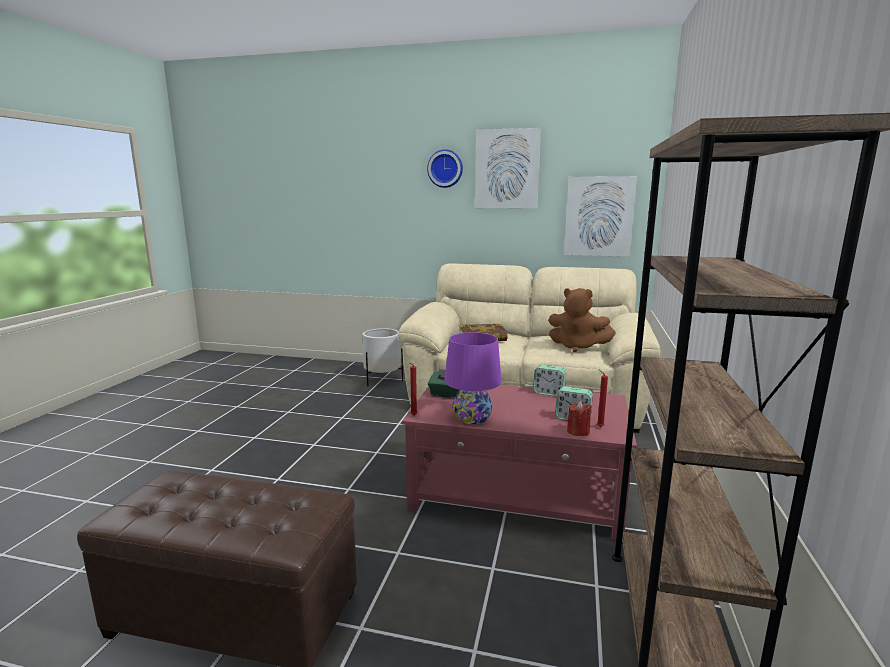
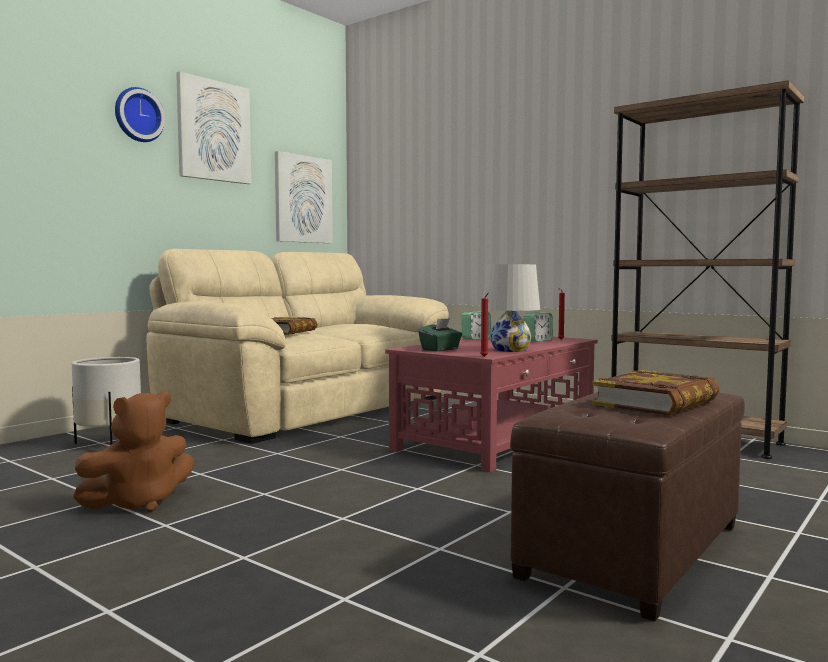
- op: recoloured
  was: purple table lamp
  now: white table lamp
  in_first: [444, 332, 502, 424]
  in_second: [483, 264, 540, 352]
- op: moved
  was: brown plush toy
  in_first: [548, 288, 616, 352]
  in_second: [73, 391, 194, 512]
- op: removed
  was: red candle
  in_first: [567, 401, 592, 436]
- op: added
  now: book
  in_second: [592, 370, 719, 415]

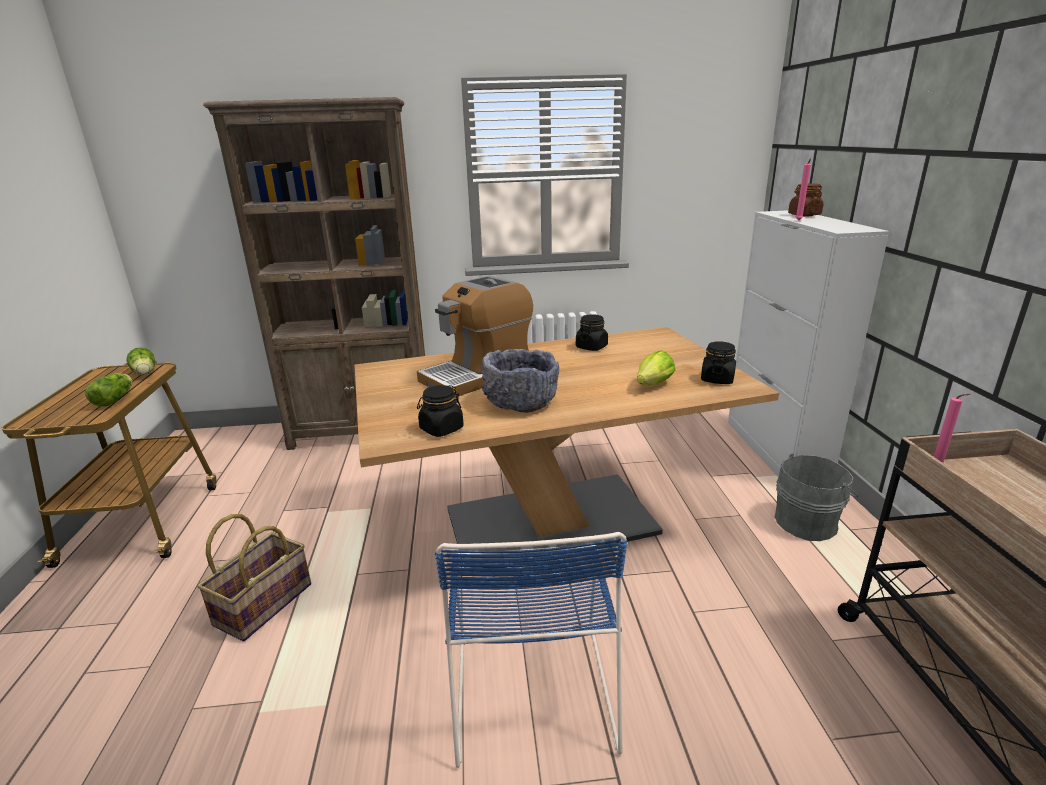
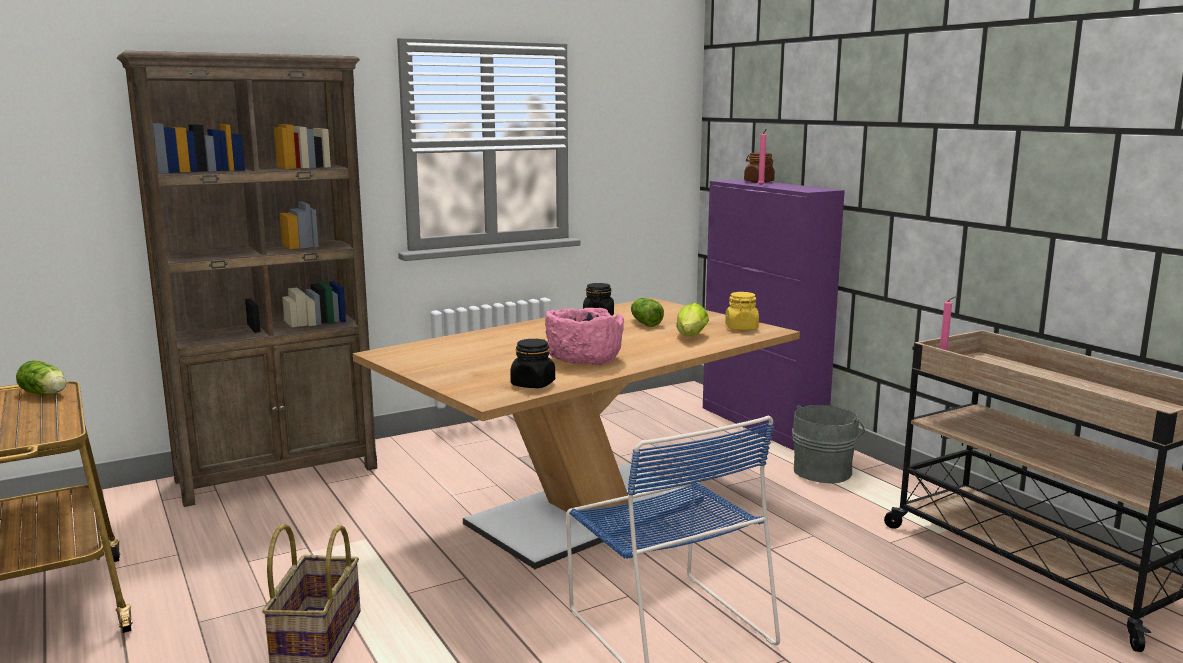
- op: moved
  was: lettuce
  in_first: [85, 373, 132, 407]
  in_second: [631, 298, 664, 327]
- op: removed
  was: coffee machine
  in_first: [417, 276, 533, 397]
- op: recoloured
  was: grey bowl
  now: pink bowl
  in_first: [482, 349, 559, 413]
  in_second: [545, 308, 624, 365]
- op: recoloured
  was: black jar
  now: yellow jar
  in_first: [701, 341, 736, 384]
  in_second: [725, 292, 759, 331]
- op: recoloured
  was: white cabinet
  now: purple cabinet
  in_first: [728, 210, 890, 477]
  in_second: [703, 179, 845, 450]

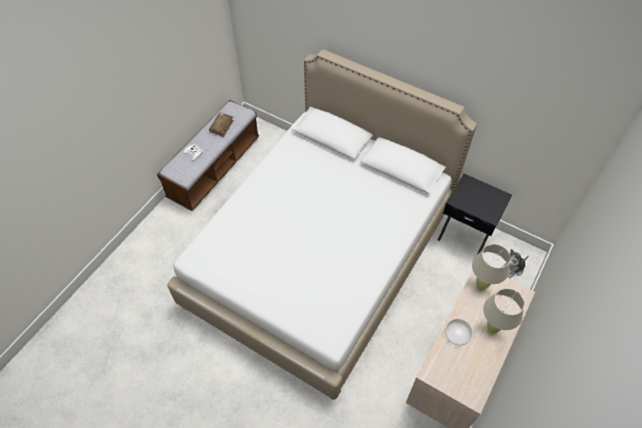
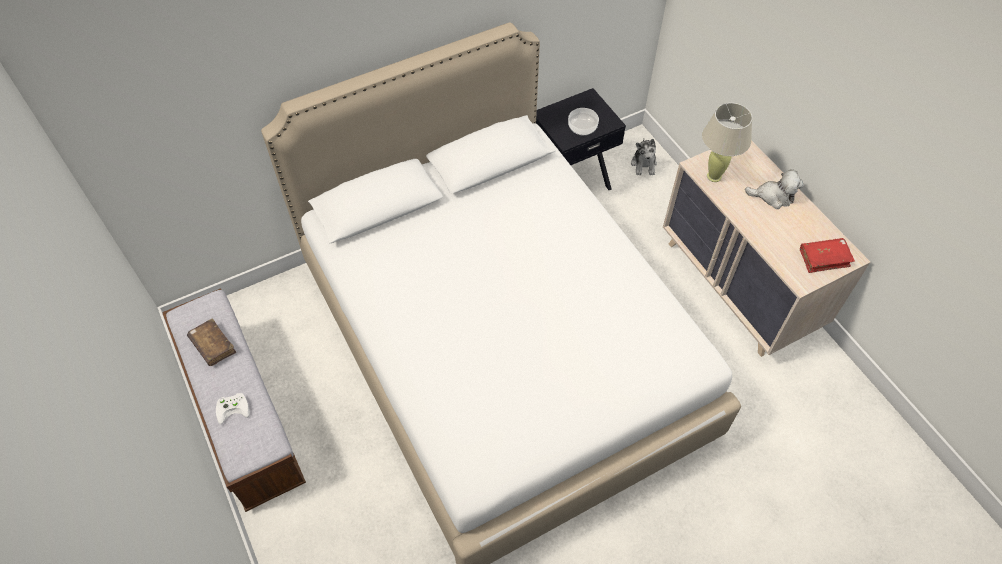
- op: moved
  was: bowl
  in_first: [445, 319, 473, 346]
  in_second: [568, 108, 599, 135]
- op: replaced
  was: beige table lamp
  now: plush toy
  in_first: [483, 288, 524, 336]
  in_second: [745, 169, 804, 209]
- op: added
  now: red book
  in_second: [800, 238, 855, 273]

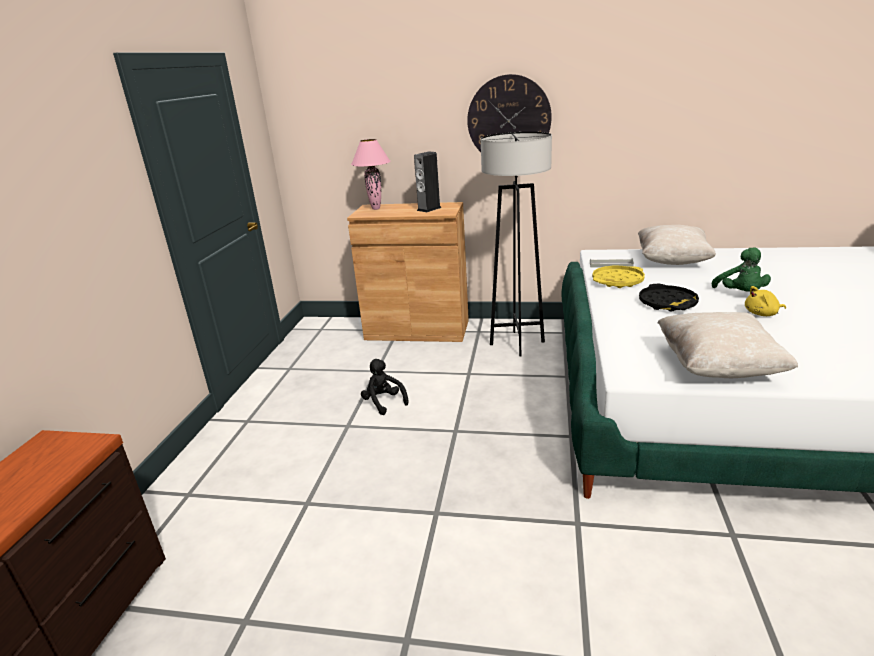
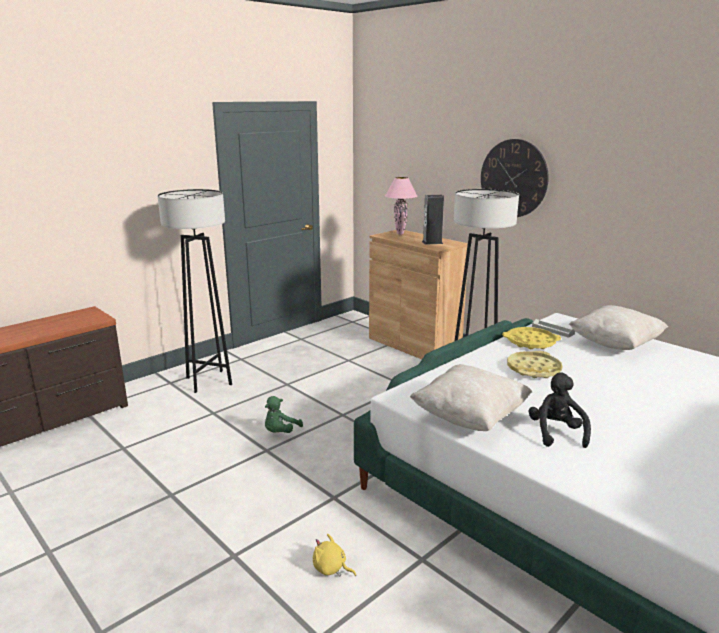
- op: moved
  was: black plush toy
  in_first: [361, 359, 409, 415]
  in_second: [529, 372, 591, 448]
- op: recoloured
  was: black tray
  now: yellow tray
  in_first: [639, 284, 699, 312]
  in_second: [507, 351, 562, 378]
- op: moved
  was: green plush toy
  in_first: [712, 247, 771, 292]
  in_second: [265, 396, 303, 433]
- op: moved
  was: yellow plush toy
  in_first: [745, 286, 786, 316]
  in_second: [313, 534, 356, 577]
- op: added
  now: grey floor lamp
  in_second: [157, 189, 232, 393]

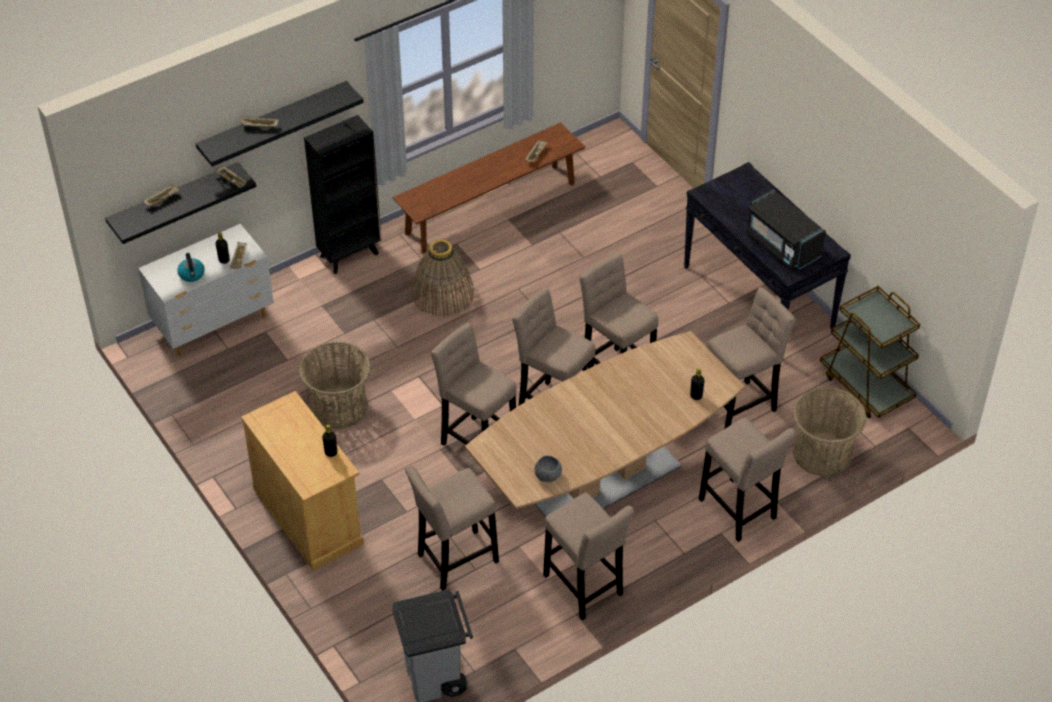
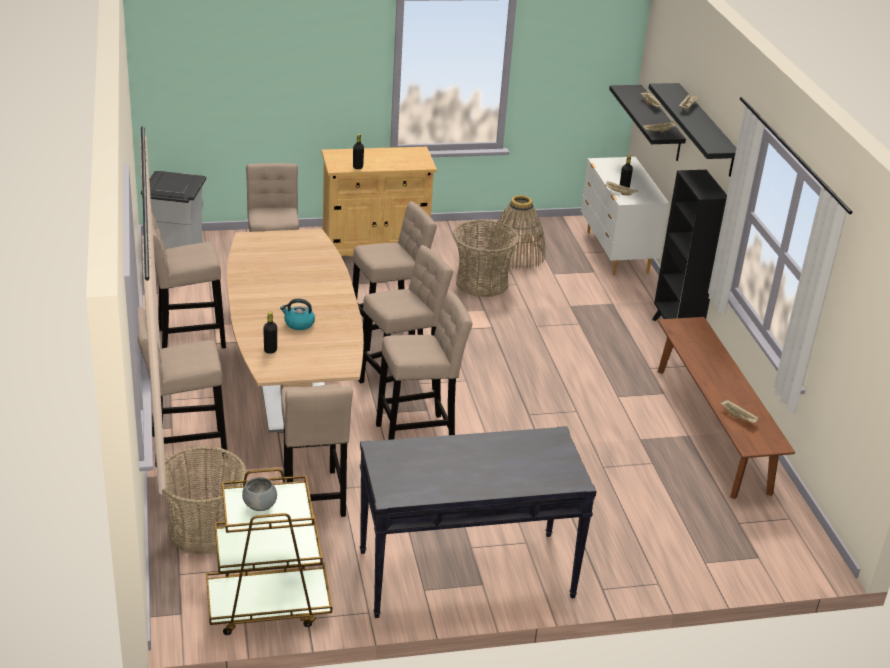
- op: moved
  was: kettle
  in_first: [177, 253, 204, 282]
  in_second: [280, 299, 315, 330]
- op: moved
  was: basket
  in_first: [412, 240, 474, 317]
  in_second: [489, 195, 545, 270]
- op: moved
  was: grey bowl
  in_first: [535, 456, 562, 482]
  in_second: [242, 477, 277, 511]
- op: removed
  was: black microwave
  in_first: [746, 189, 826, 269]

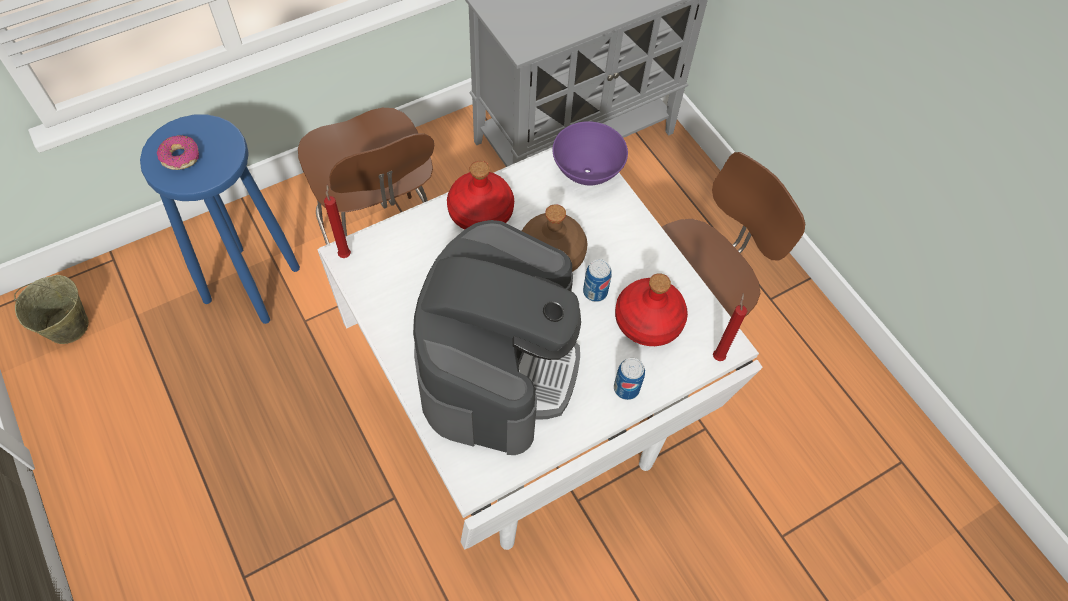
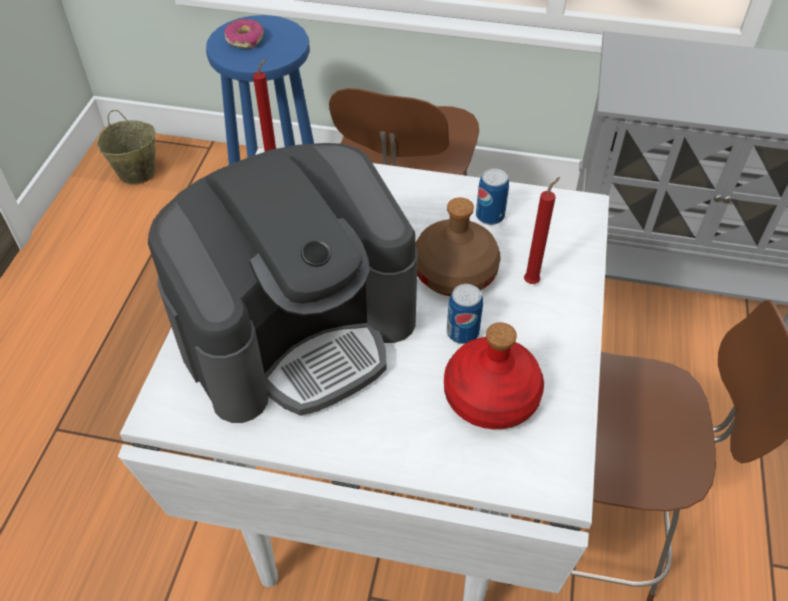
- op: removed
  was: red bottle
  in_first: [447, 161, 514, 229]
- op: removed
  was: purple bowl
  in_first: [552, 121, 628, 185]
- op: moved
  was: can
  in_first: [614, 358, 645, 400]
  in_second: [476, 169, 509, 225]
- op: moved
  was: red candle
  in_first: [713, 293, 747, 361]
  in_second: [524, 177, 560, 284]

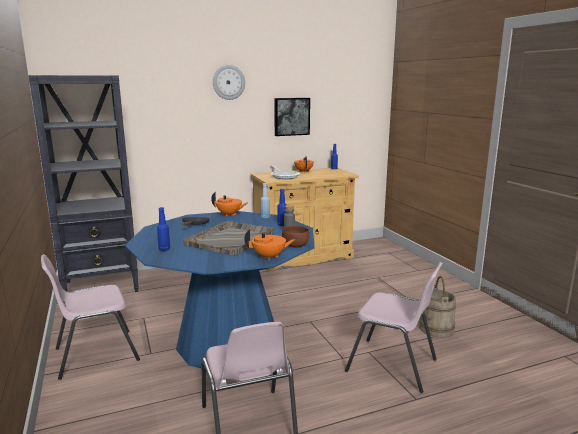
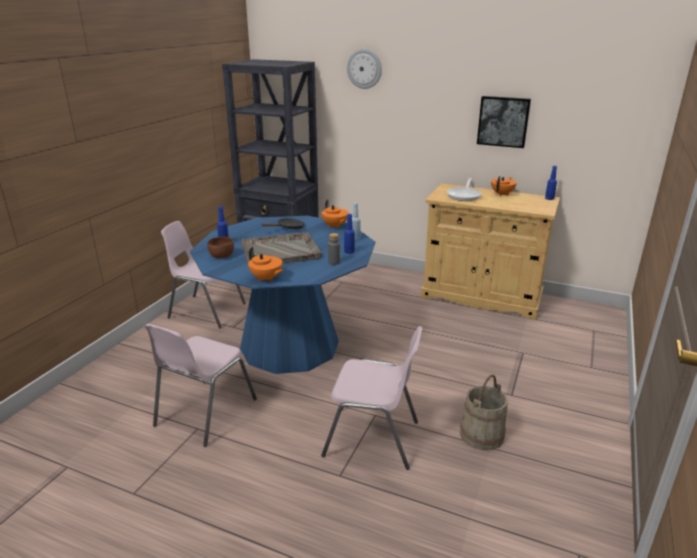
- op: moved
  was: wall clock
  in_first: [213, 65, 245, 100]
  in_second: [347, 49, 382, 89]
- op: moved
  was: brown bowl
  in_first: [282, 226, 309, 248]
  in_second: [207, 237, 234, 258]
- op: turned
  was: pink chair
  in_first: [345, 262, 443, 393]
  in_second: [321, 326, 423, 470]
  clockwise: -60

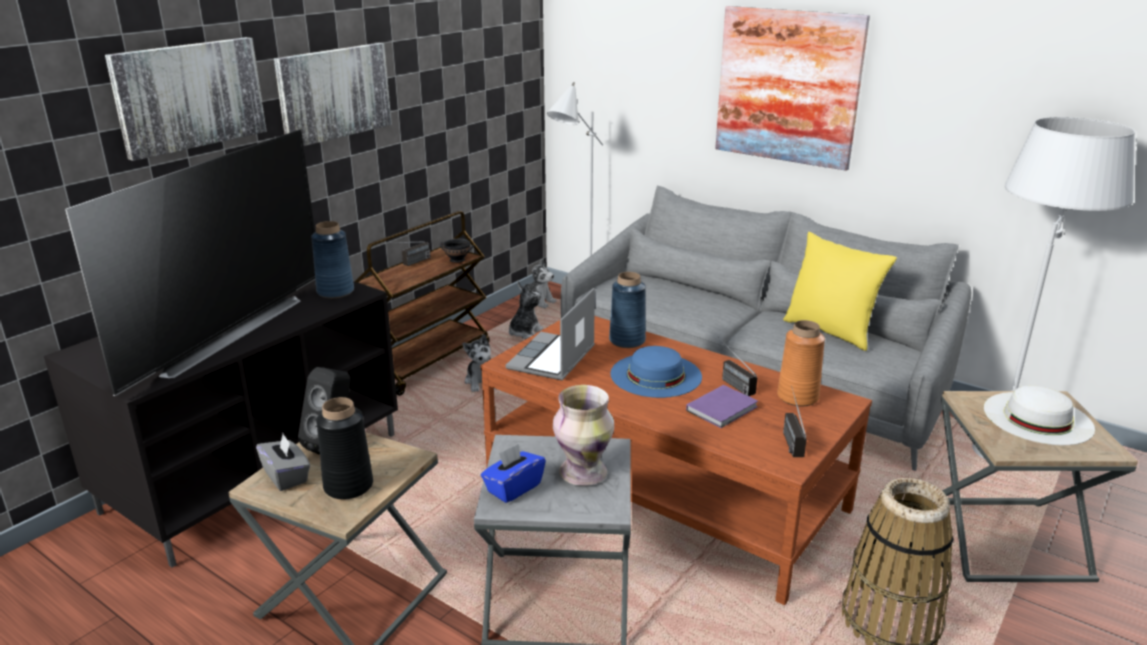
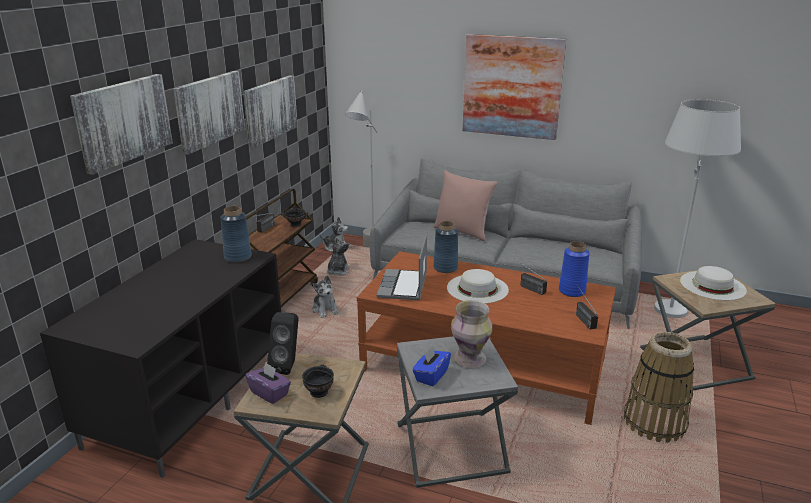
- op: removed
  was: television
  in_first: [65, 129, 315, 396]
- op: recoloured
  was: grey tissue box
  now: purple tissue box
  in_first: [256, 434, 310, 491]
  in_second: [245, 362, 291, 404]
- op: replaced
  was: black vase
  now: black bowl
  in_first: [316, 397, 373, 500]
  in_second: [302, 365, 334, 398]
- op: recoloured
  was: blue hat
  now: white hat
  in_first: [610, 346, 702, 398]
  in_second: [447, 269, 509, 304]
- op: removed
  was: purple book
  in_first: [686, 385, 758, 428]
- op: recoloured
  was: orange vase
  now: blue vase
  in_first: [777, 320, 825, 406]
  in_second: [559, 241, 590, 297]
- op: removed
  was: yellow pillow
  in_first: [783, 232, 897, 351]
- op: added
  now: picture
  in_second: [244, 75, 298, 148]
- op: added
  now: pink pillow
  in_second: [433, 170, 497, 241]

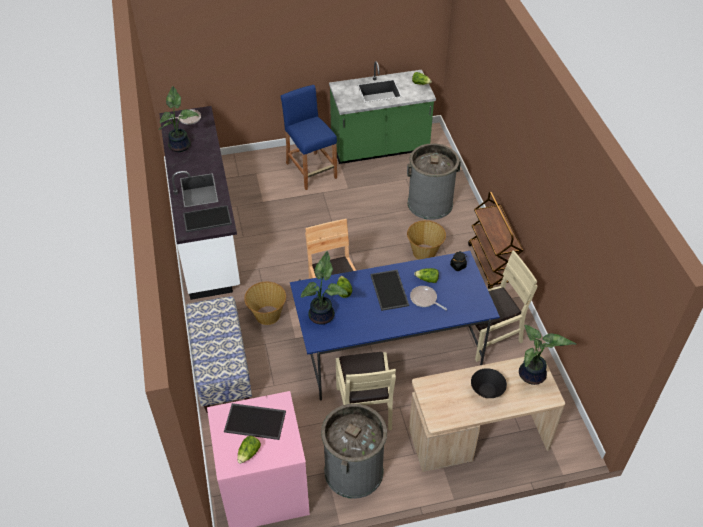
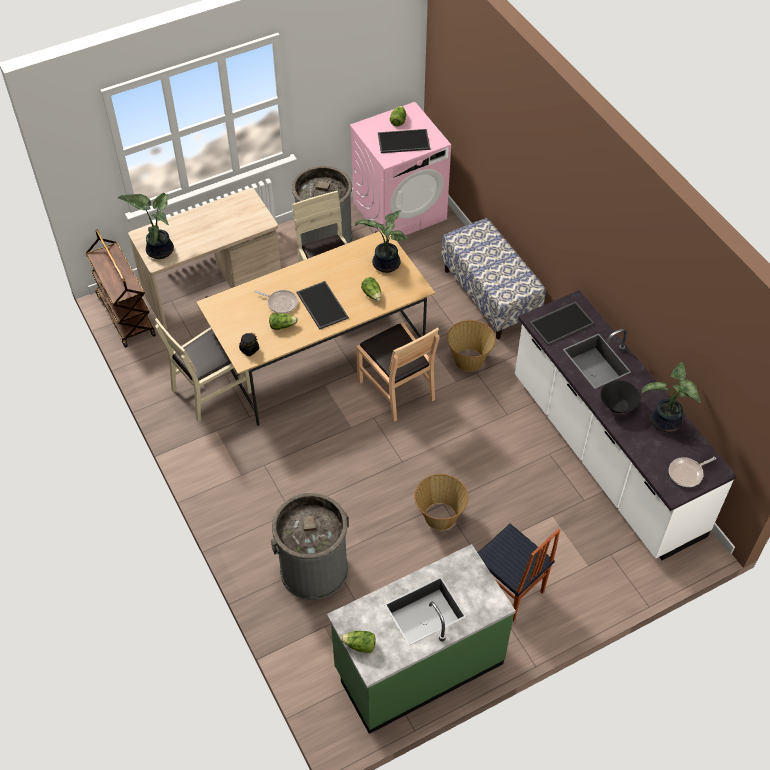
- op: replaced
  was: blue stool
  now: chair
  in_first: [281, 85, 337, 190]
  in_second: [478, 524, 560, 621]
- op: recoloured
  was: blue dining table
  now: beige dining table
  in_first: [290, 251, 500, 400]
  in_second: [196, 231, 435, 426]
- op: moved
  was: basket
  in_first: [407, 220, 446, 260]
  in_second: [414, 474, 468, 530]
- op: moved
  was: brown cart
  in_first: [468, 192, 523, 289]
  in_second: [86, 230, 156, 348]
- op: moved
  was: black bowl
  in_first: [471, 368, 507, 398]
  in_second: [601, 380, 641, 413]

